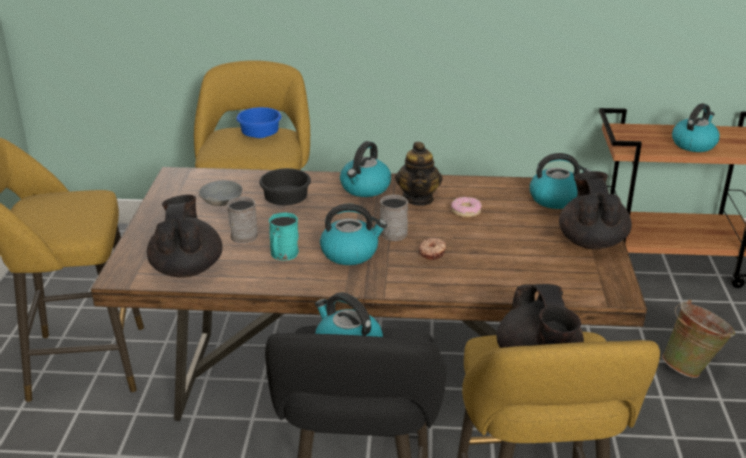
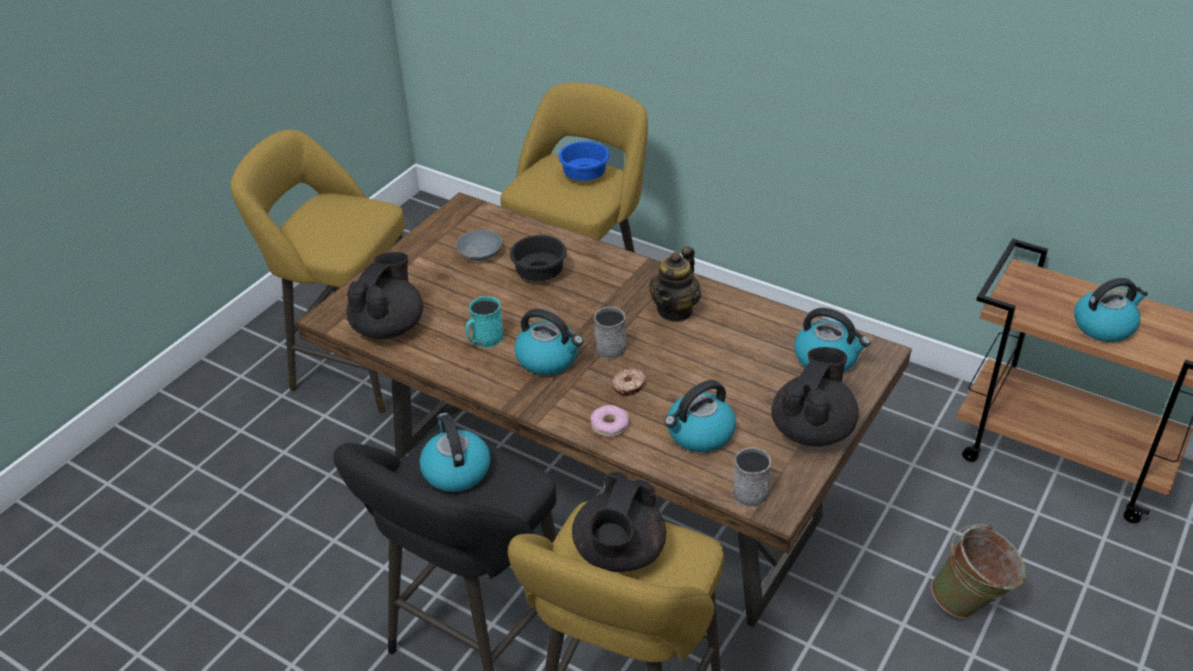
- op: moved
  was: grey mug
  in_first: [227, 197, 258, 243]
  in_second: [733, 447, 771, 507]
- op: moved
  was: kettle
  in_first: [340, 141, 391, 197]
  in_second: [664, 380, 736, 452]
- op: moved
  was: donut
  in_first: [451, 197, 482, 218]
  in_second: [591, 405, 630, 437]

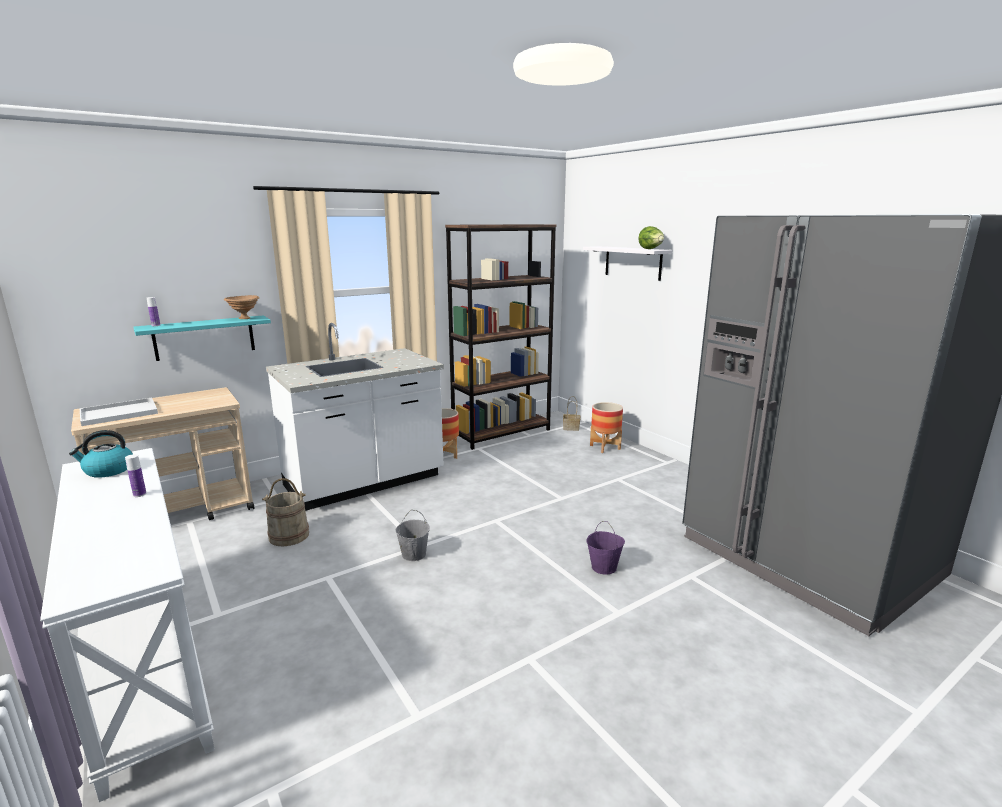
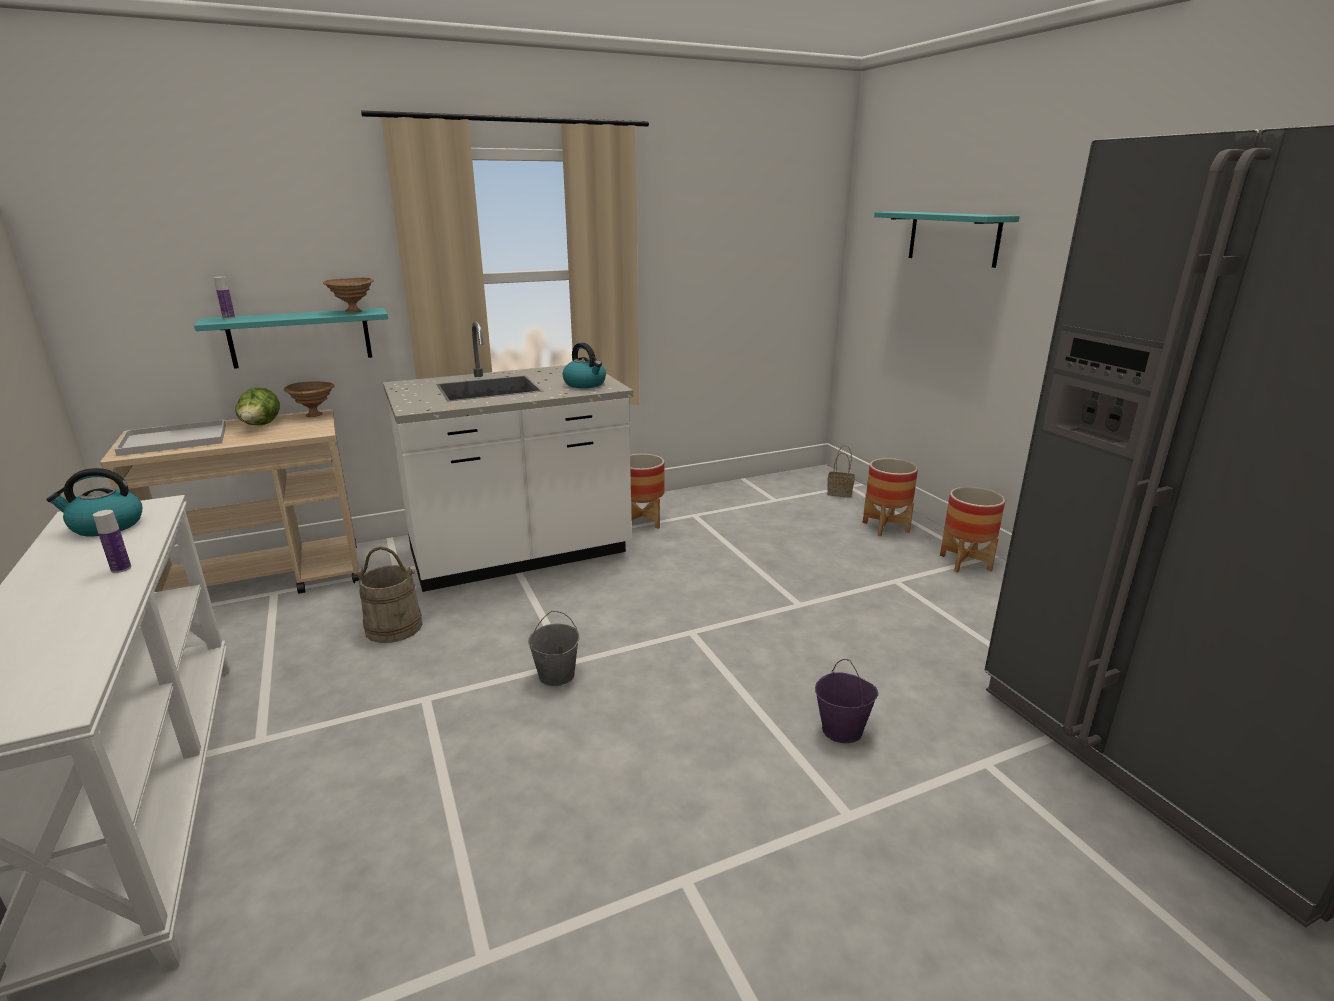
- op: removed
  was: brown bookcase
  in_first: [445, 224, 556, 450]
- op: recoloured
  was: white shelf
  now: turquoise shelf
  in_first: [583, 246, 672, 281]
  in_second: [874, 212, 1020, 268]
- op: moved
  was: lettuce
  in_first: [638, 226, 664, 249]
  in_second: [235, 388, 280, 425]
- op: added
  now: brown bowl
  in_second: [284, 381, 335, 417]
- op: added
  now: kettle
  in_second: [563, 343, 606, 388]
- op: added
  now: planter
  in_second: [940, 487, 1005, 573]

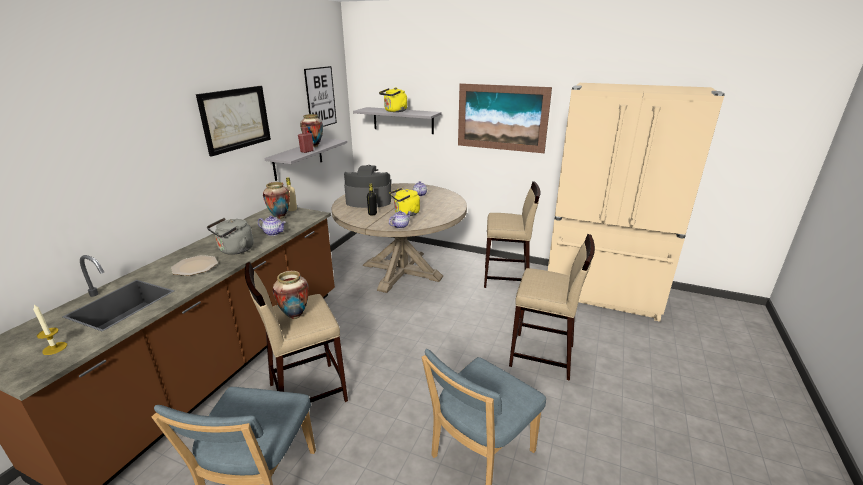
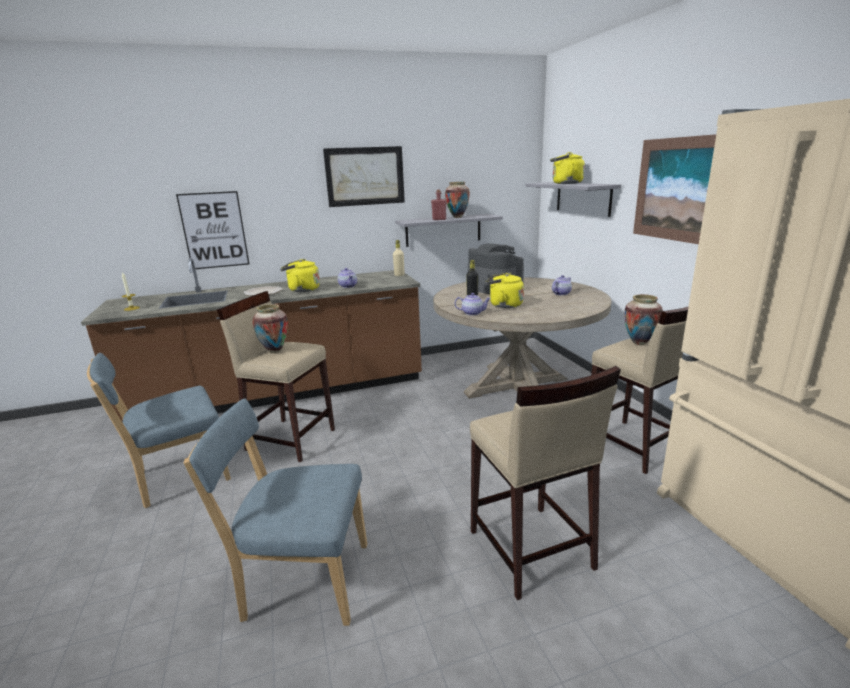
- op: recoloured
  was: grey kettle
  now: yellow kettle
  in_first: [207, 218, 254, 255]
  in_second: [280, 259, 320, 292]
- op: moved
  was: vase
  in_first: [263, 182, 290, 219]
  in_second: [625, 294, 663, 345]
- op: moved
  was: picture
  in_first: [304, 66, 337, 127]
  in_second: [176, 191, 249, 270]

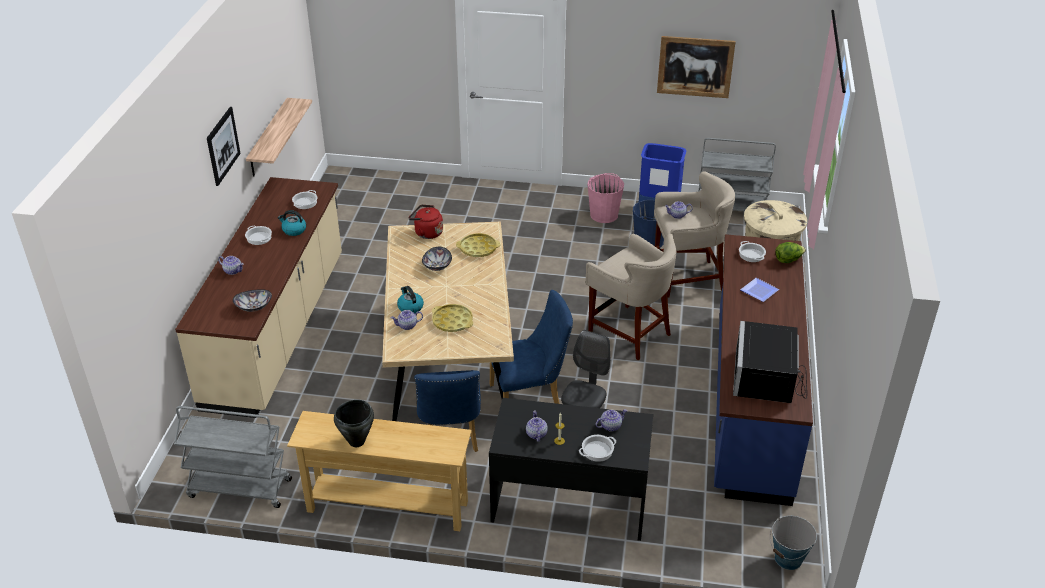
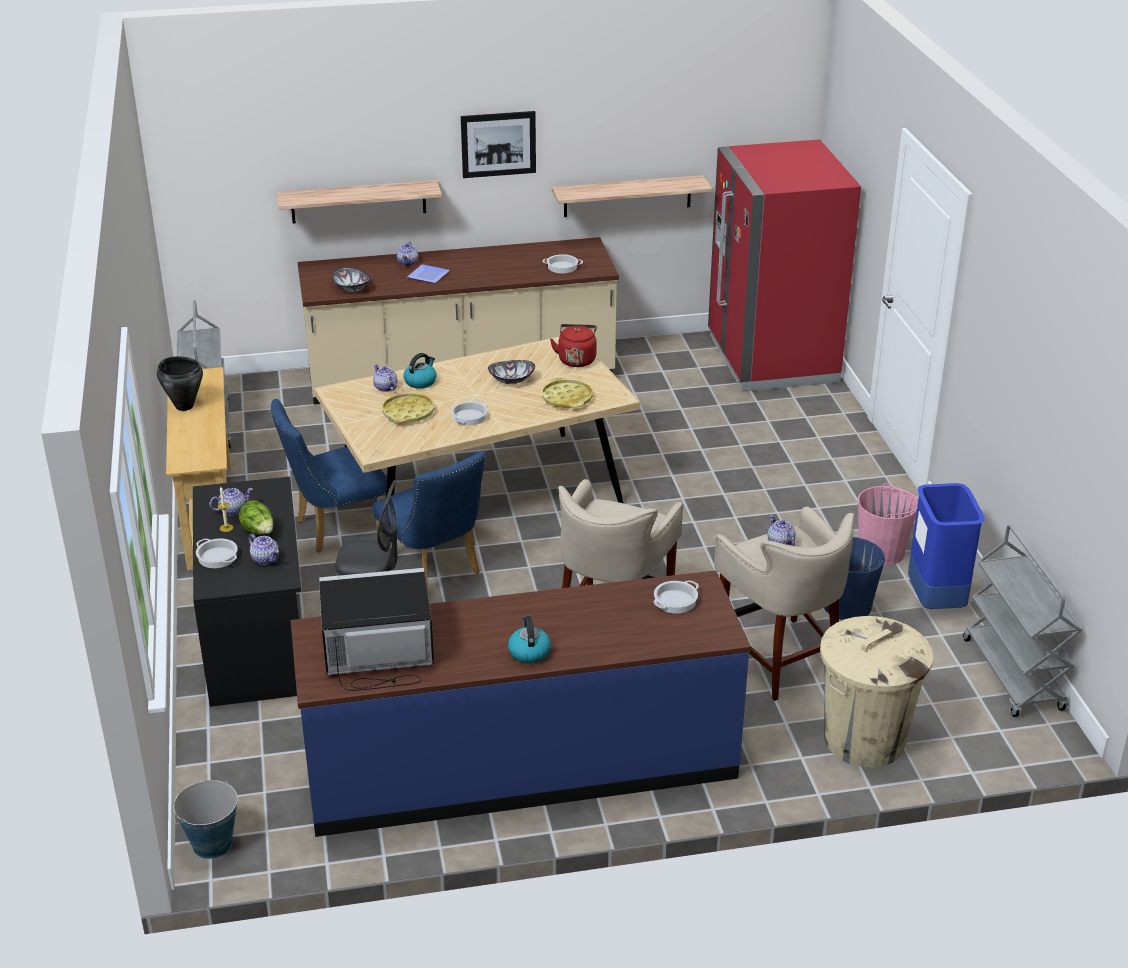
- op: moved
  was: cooking pot
  in_first: [245, 226, 272, 245]
  in_second: [451, 400, 488, 426]
- op: moved
  was: kettle
  in_first: [278, 210, 306, 236]
  in_second: [508, 616, 551, 663]
- op: removed
  was: picture
  in_first: [657, 36, 736, 98]
- op: moved
  was: plate
  in_first: [740, 278, 779, 302]
  in_second: [407, 264, 450, 283]
- op: moved
  was: lettuce
  in_first: [775, 242, 806, 263]
  in_second: [239, 500, 274, 534]
- op: added
  now: shelf
  in_second: [277, 180, 442, 223]
- op: added
  now: red fridge
  in_second: [708, 139, 861, 391]

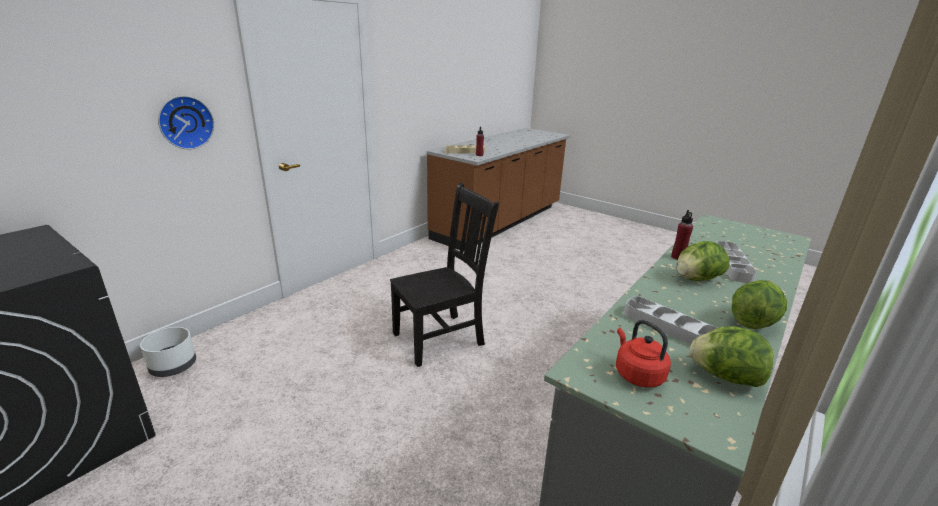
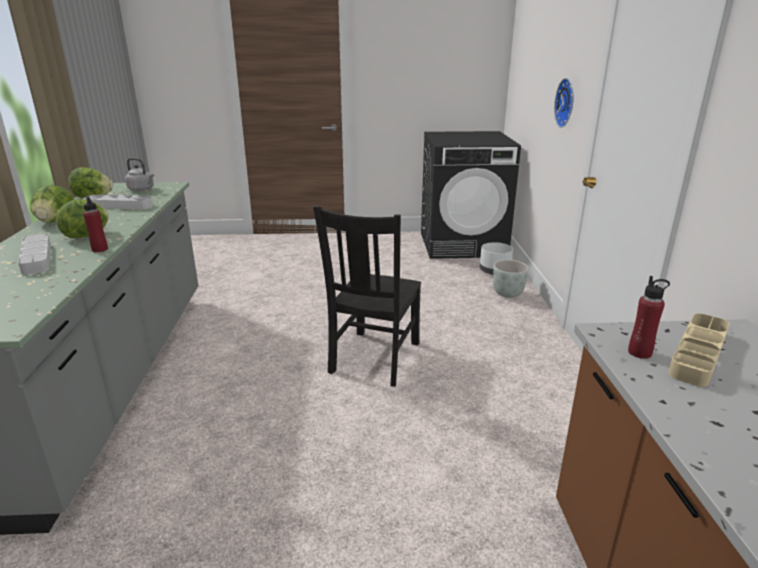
- op: recoloured
  was: red kettle
  now: grey kettle
  in_first: [616, 320, 671, 387]
  in_second: [125, 158, 154, 191]
- op: added
  now: grey planter
  in_second: [493, 260, 529, 298]

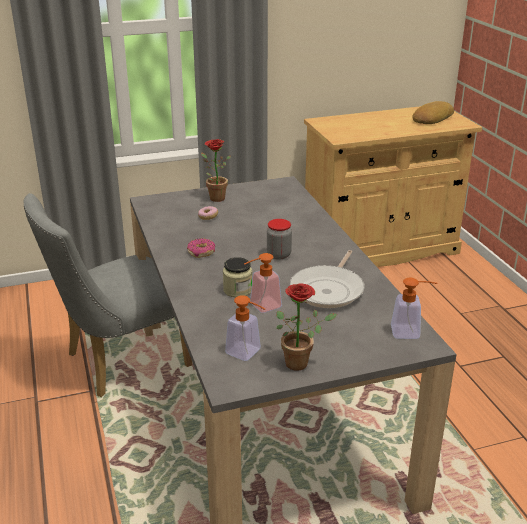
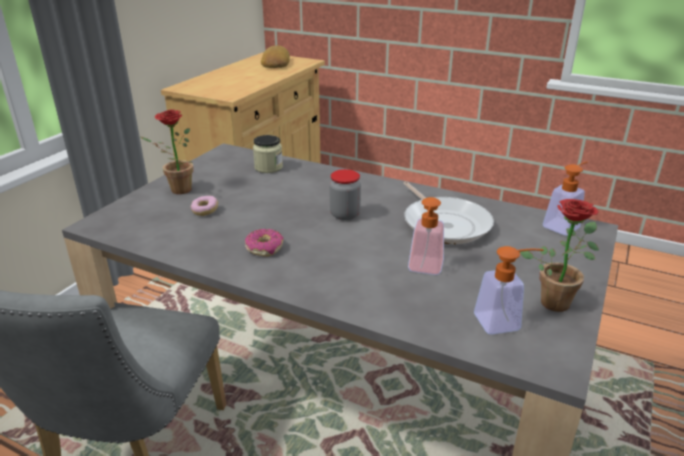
- op: moved
  was: jar
  in_first: [223, 257, 252, 298]
  in_second: [253, 135, 283, 173]

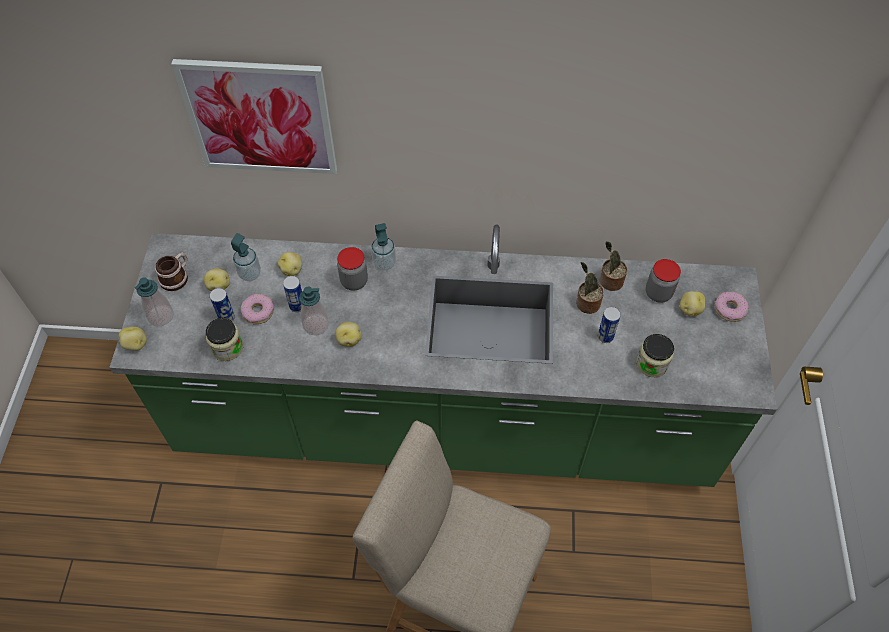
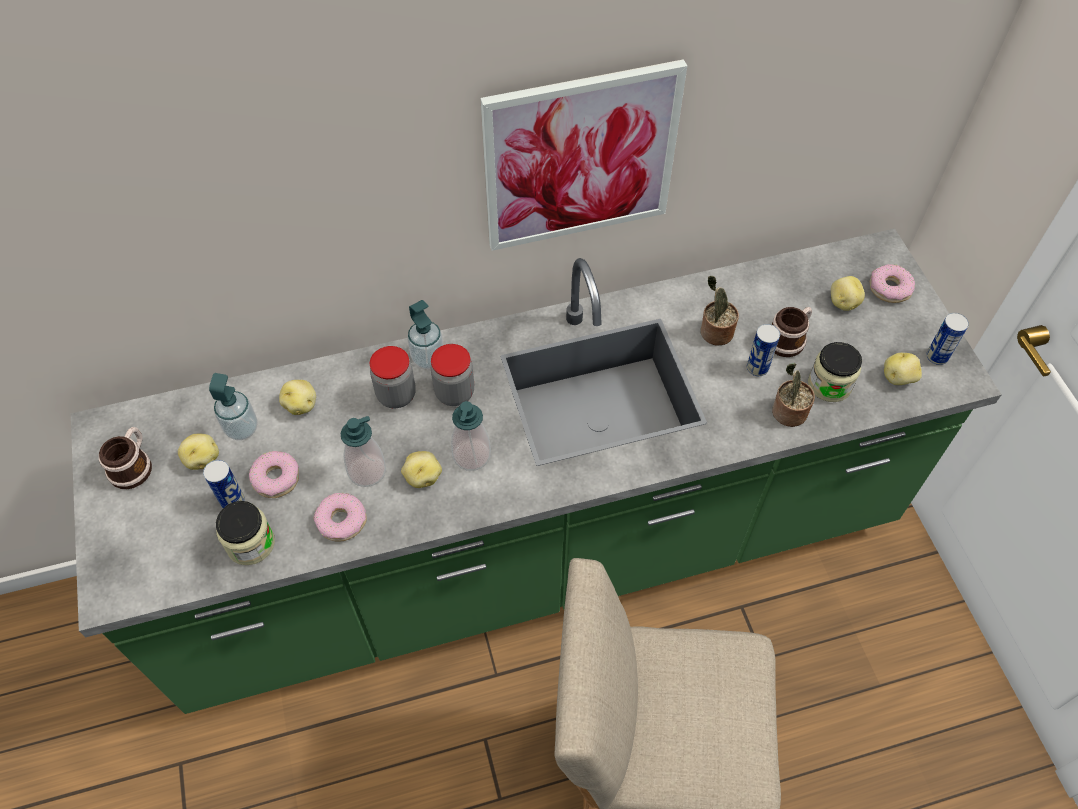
- op: moved
  was: potato
  in_first: [118, 327, 147, 351]
  in_second: [884, 353, 922, 385]
- op: moved
  was: soap dispenser
  in_first: [135, 277, 174, 326]
  in_second: [451, 401, 491, 471]
- op: moved
  was: picture
  in_first: [171, 59, 337, 174]
  in_second: [480, 59, 687, 251]
- op: moved
  was: can
  in_first: [283, 276, 302, 312]
  in_second: [926, 313, 969, 365]
- op: moved
  was: potted plant
  in_first: [600, 241, 627, 291]
  in_second: [772, 363, 815, 427]
- op: moved
  was: jar
  in_first: [646, 259, 681, 303]
  in_second: [431, 344, 474, 406]
- op: added
  now: donut
  in_second: [314, 493, 367, 542]
- op: added
  now: mug
  in_second: [771, 307, 812, 357]

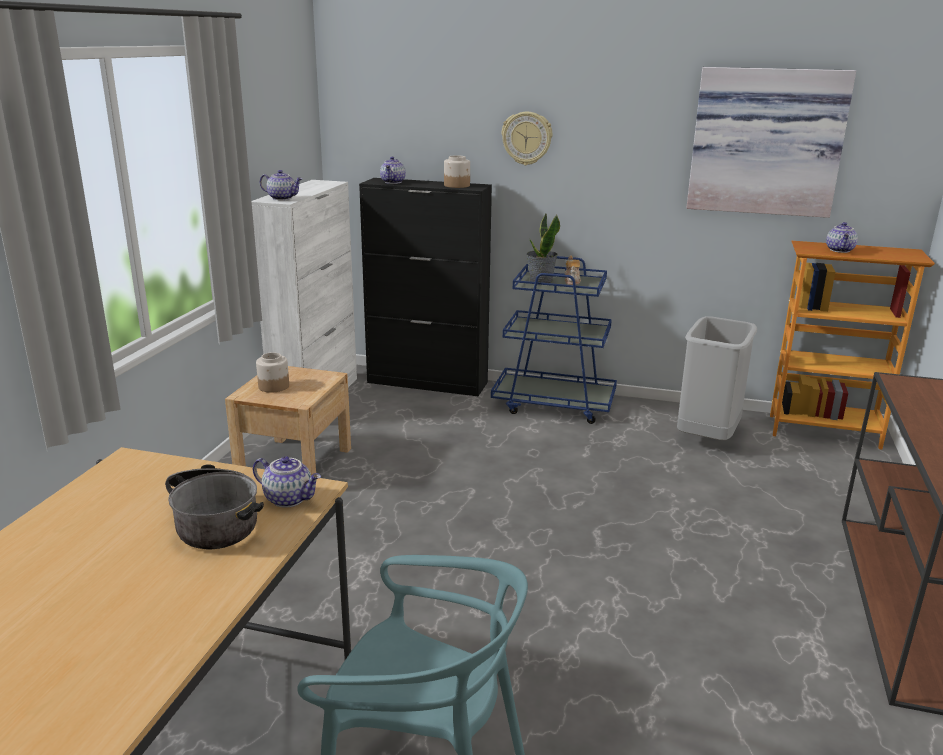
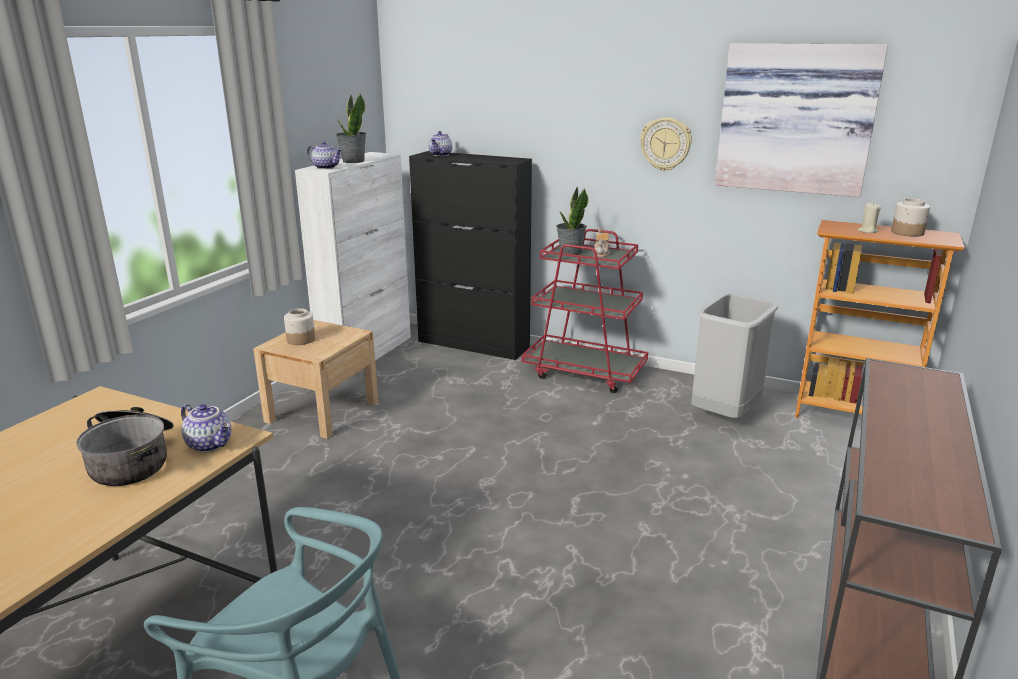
- op: moved
  was: jar
  in_first: [444, 155, 470, 188]
  in_second: [891, 198, 930, 237]
- op: recoloured
  was: blue cart
  now: red cart
  in_first: [491, 256, 617, 424]
  in_second: [522, 229, 648, 393]
- op: moved
  was: wall clock
  in_first: [502, 112, 552, 165]
  in_second: [640, 117, 692, 171]
- op: replaced
  was: teapot
  now: beige candle
  in_first: [826, 222, 858, 253]
  in_second: [858, 202, 881, 233]
- op: added
  now: potted plant
  in_second: [336, 93, 366, 163]

